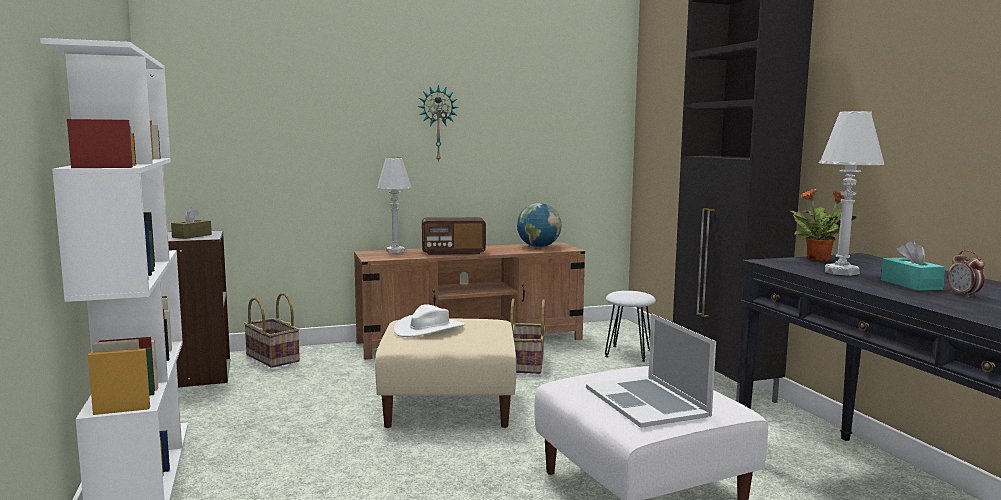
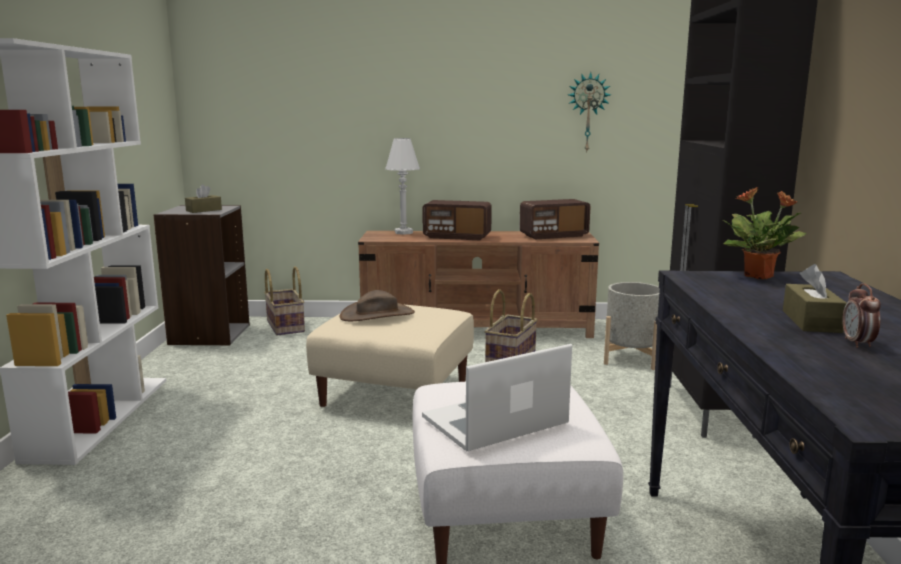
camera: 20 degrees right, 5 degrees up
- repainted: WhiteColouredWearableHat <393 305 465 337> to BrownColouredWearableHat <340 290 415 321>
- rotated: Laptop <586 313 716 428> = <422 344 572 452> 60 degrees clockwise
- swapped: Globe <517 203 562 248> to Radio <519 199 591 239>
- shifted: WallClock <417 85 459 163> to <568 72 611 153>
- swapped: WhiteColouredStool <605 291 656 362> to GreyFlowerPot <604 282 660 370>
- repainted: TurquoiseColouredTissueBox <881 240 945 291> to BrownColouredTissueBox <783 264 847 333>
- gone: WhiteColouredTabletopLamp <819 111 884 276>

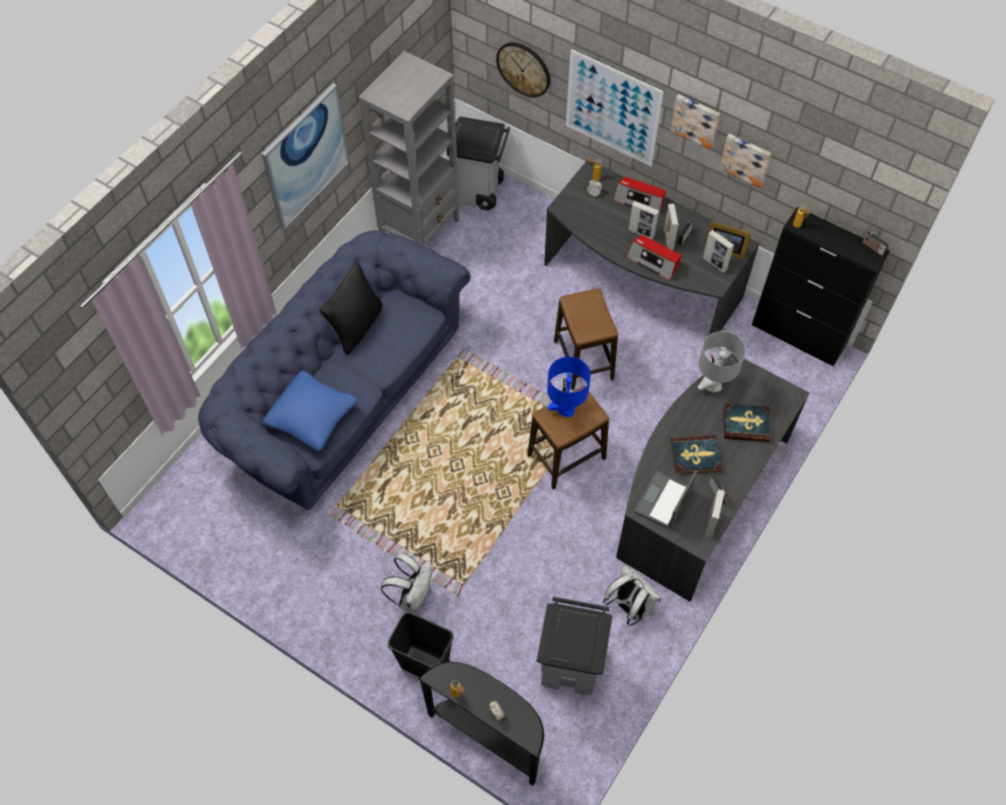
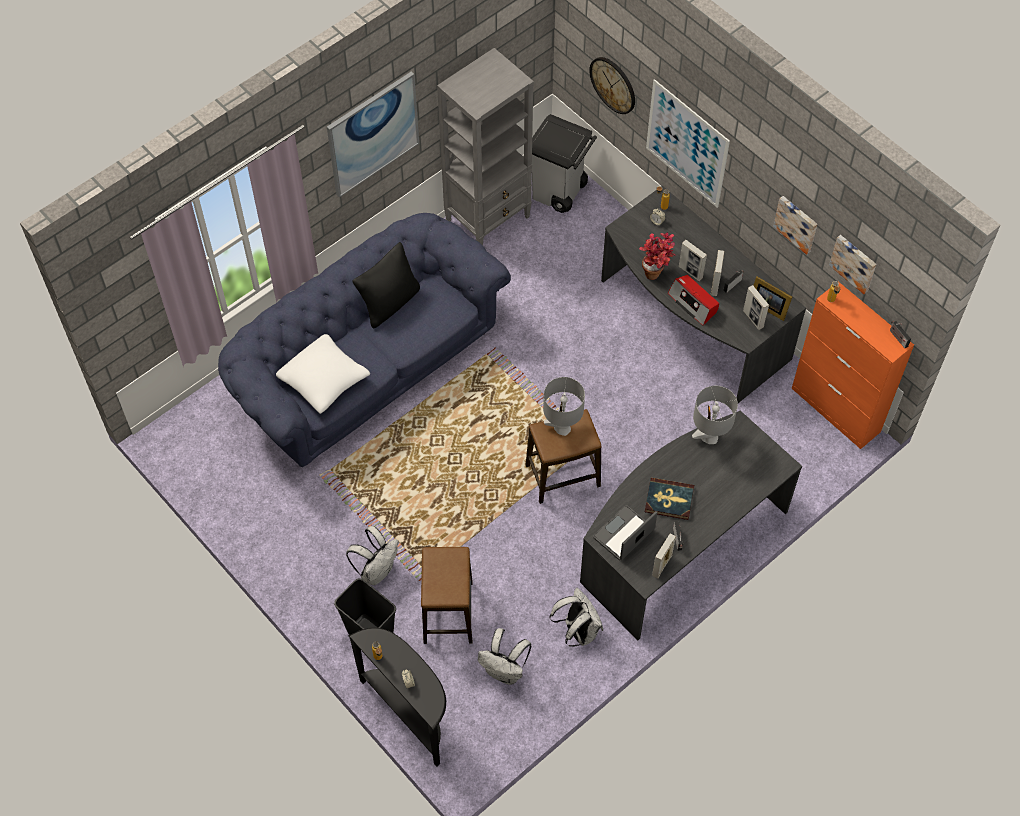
camera: 15 degrees right, 0 degrees up
- repainted: BluishPillow <262 371 358 452> to WhiteColouredPillow <276 334 370 414>
- shifted: Stool <554 288 618 390> to <421 547 473 644>
- swapped: GreyRubbishBin <537 597 612 695> to WhiteColouredRucksack <478 628 532 685>
- repainted: BluishTabletopLamp <547 357 591 417> to GreyTabletopLamp <543 377 585 436>
- new: Houseplant <639 232 676 280>
- repainted: BlackColouredCabinet <752 207 890 366> to OrangeCabinet <792 282 914 449>
- shifted: WallArt <670 94 720 149> to <829 235 876 294>
- gone: Radio <613 177 666 216>
- gone: Volume <724 404 770 442>

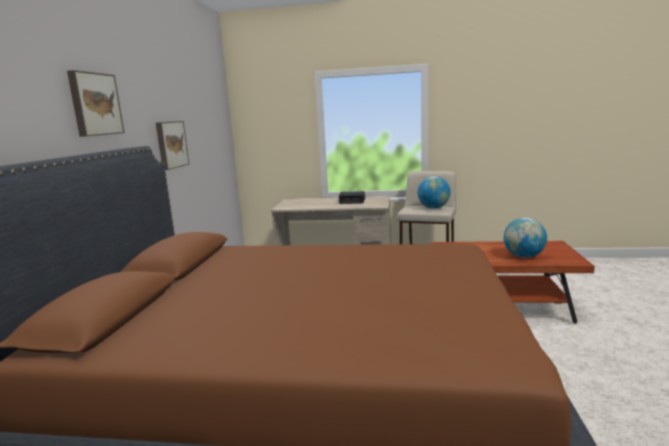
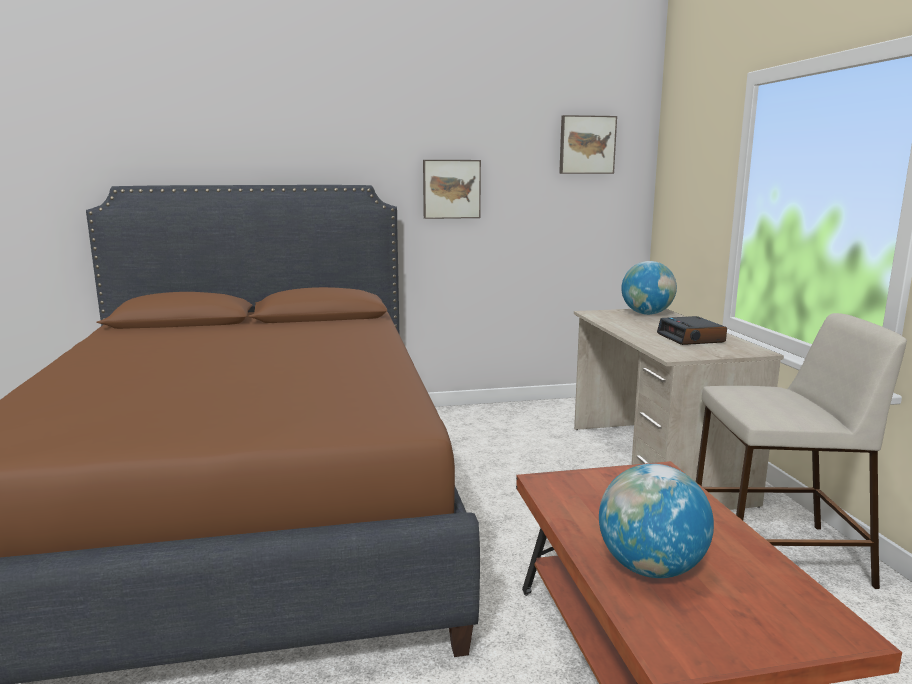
camera: 70 degrees right, 0 degrees up
- shifted: WallArt <67 70 124 137> to <559 115 617 174>
- shifted: Globe <418 176 451 209> to <621 261 677 315>

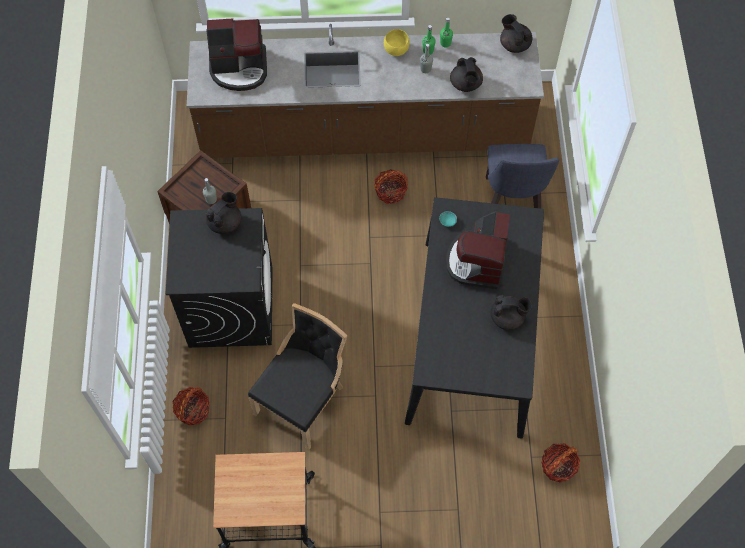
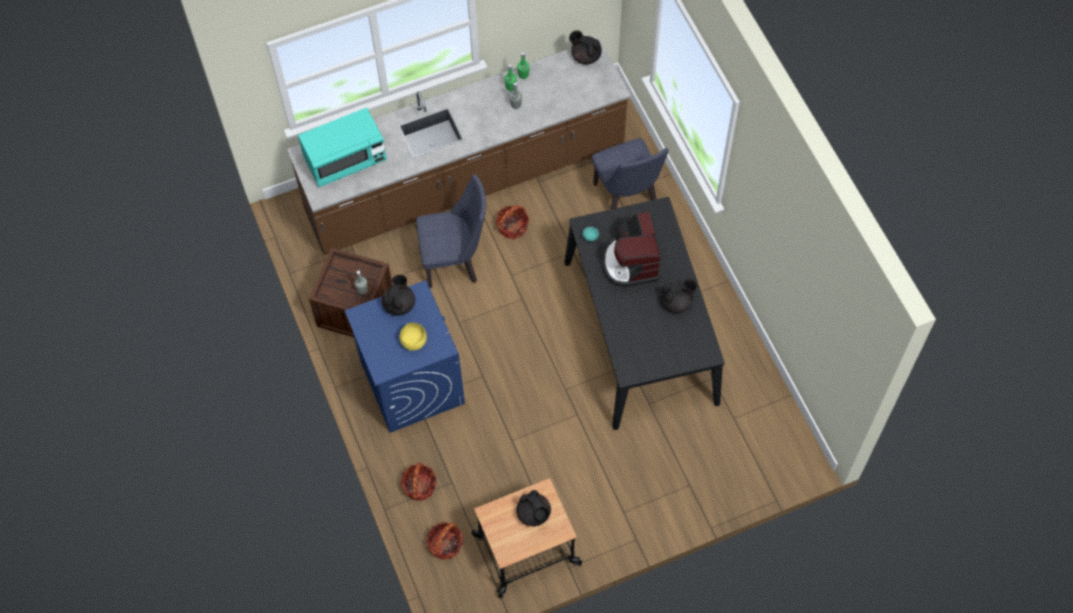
camera: 20 degrees left, 0 degrees up
- swapped: CoffeeMachine <206 18 267 91> to TurquoiseColouredKitchenMicrowave <298 108 387 187>
- repainted: BlackColouredLaundryMachine <166 208 272 348> to BluishLaundryMachine <344 280 465 433>
- shifted: YellowishDeepDish <384 29 410 56> to <399 323 427 351>
- new: BluishPlainChair <416 174 486 288>
- shifted: HouseholdBasket <542 443 580 483> to <427 522 463 560>
- shifted: BlackColouredTeaPot <450 57 483 92> to <516 490 551 526>
- gone: BlackColouredPlainChair <248 303 347 450>

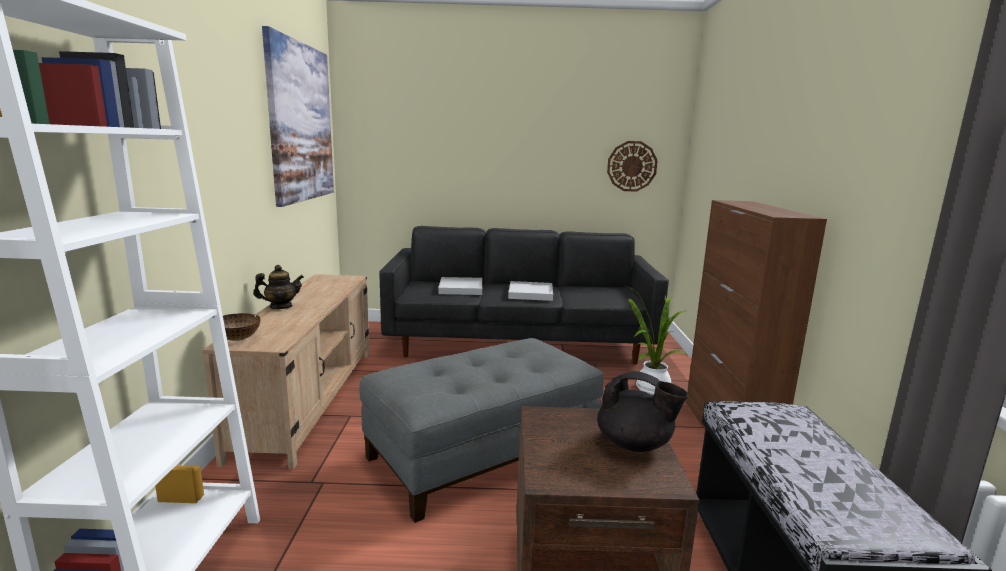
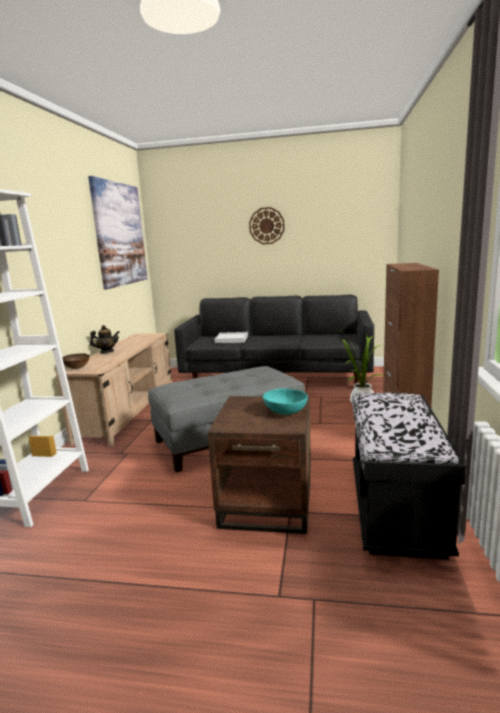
camera: 10 degrees right, 0 degrees up
- shifted: WallClock <607 141 658 192> to <249 207 285 244>
- swapped: BlackColouredTeaPot <597 371 688 452> to TurquoiseColouredDeepDish <263 388 308 415>
- gone: WhiteColouredTray <508 281 553 301>

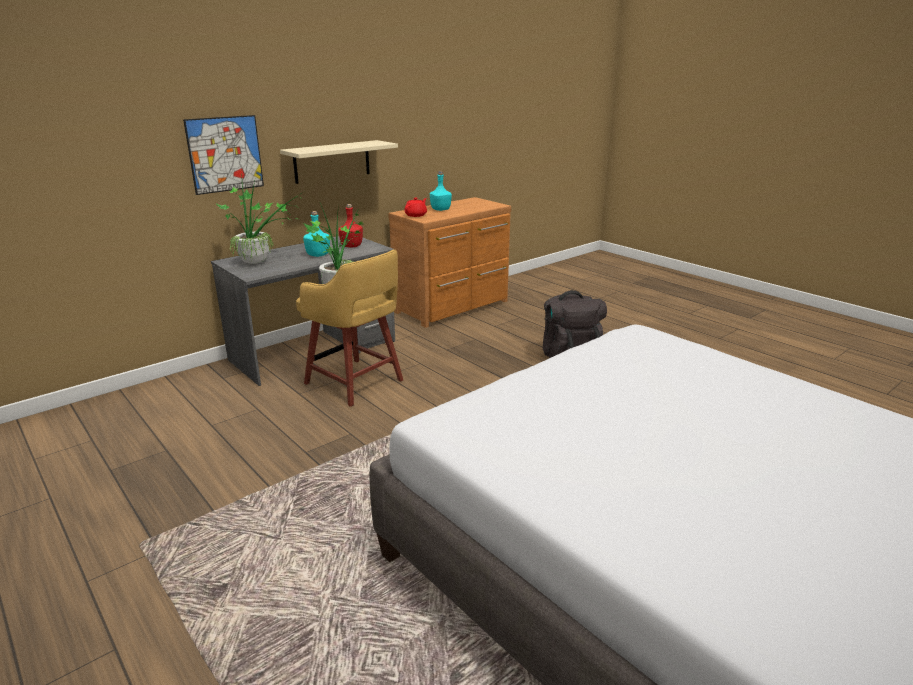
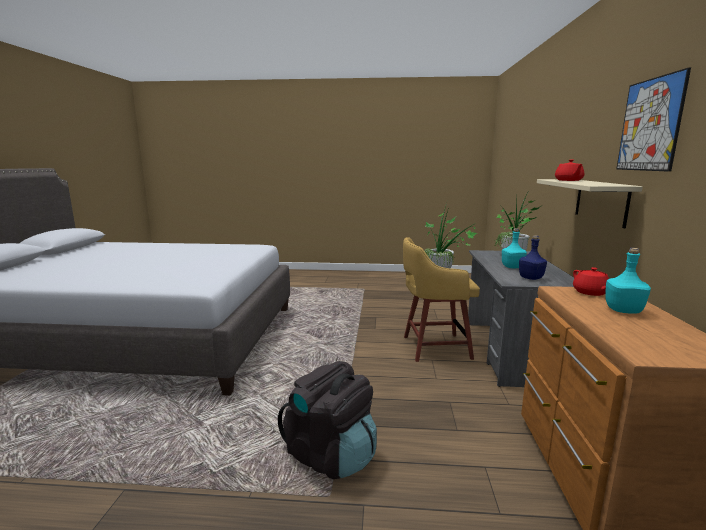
camera: 135 degrees right, 10 degrees down
- repainted: ReddishBottle <338 204 363 247> to BluishBottle <519 235 547 280>
- new: ReddishTeaPot <555 159 584 181>
- shifted: WallArt <183 115 264 195> to <617 67 691 172>

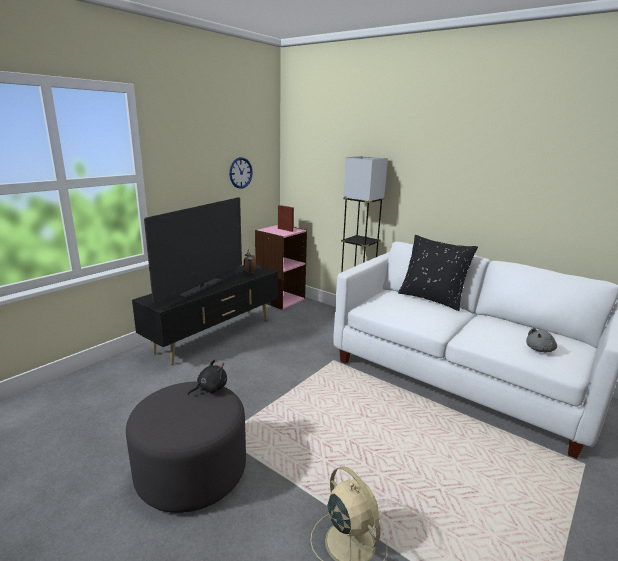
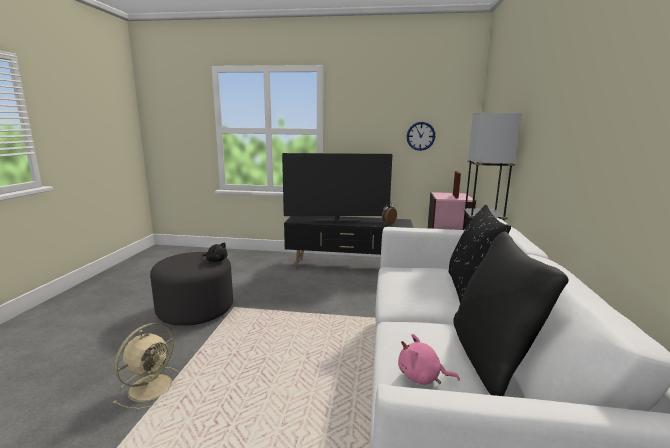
camera: 60 degrees right, 5 degrees down
- repainted: GreyPlushToy <526 328 557 352> to PinkPlushToy <398 334 460 385>
- new: BlackColouredPillow <453 231 569 396>

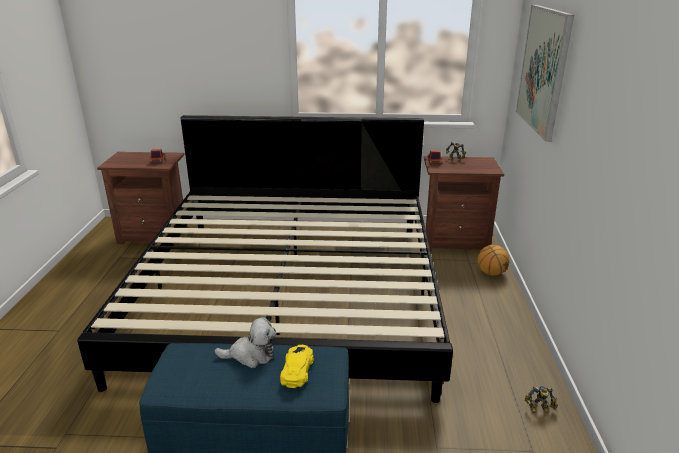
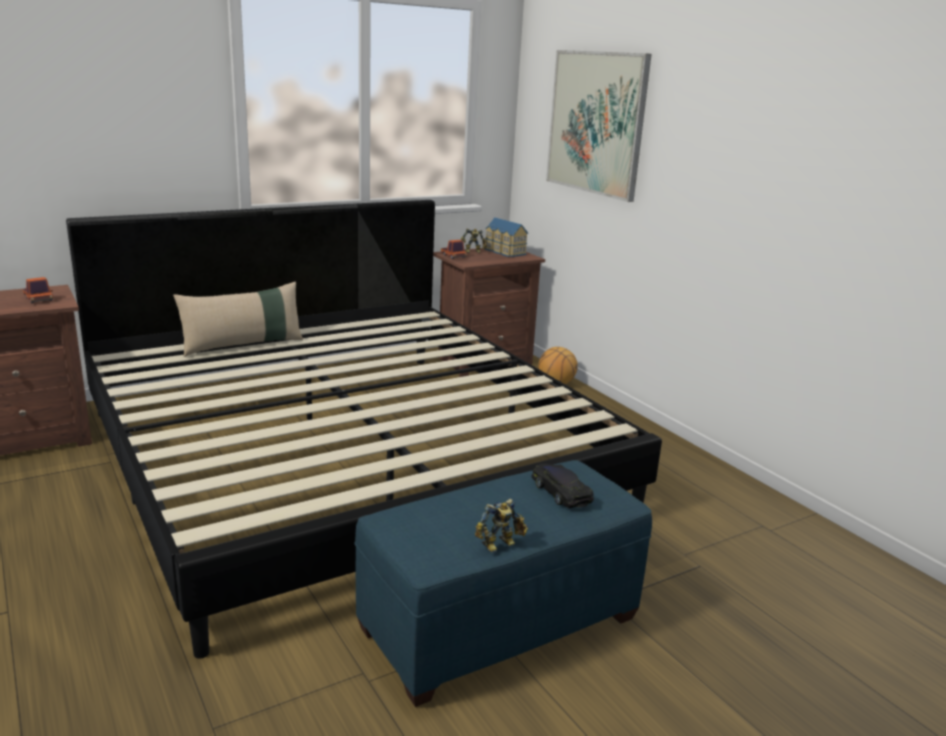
camera: 35 degrees left, 5 degrees down
- new: SandColouredPillow <173 282 303 357>
- shifted: RobotFigure <525 386 558 413> to <475 499 528 553>
- new: ModelHouse <485 217 528 257>
- repainted: YellowishToyCar <280 345 314 388> to BlackColouredToyCar <531 464 594 508>
- gone: PlushToy <215 317 276 368>

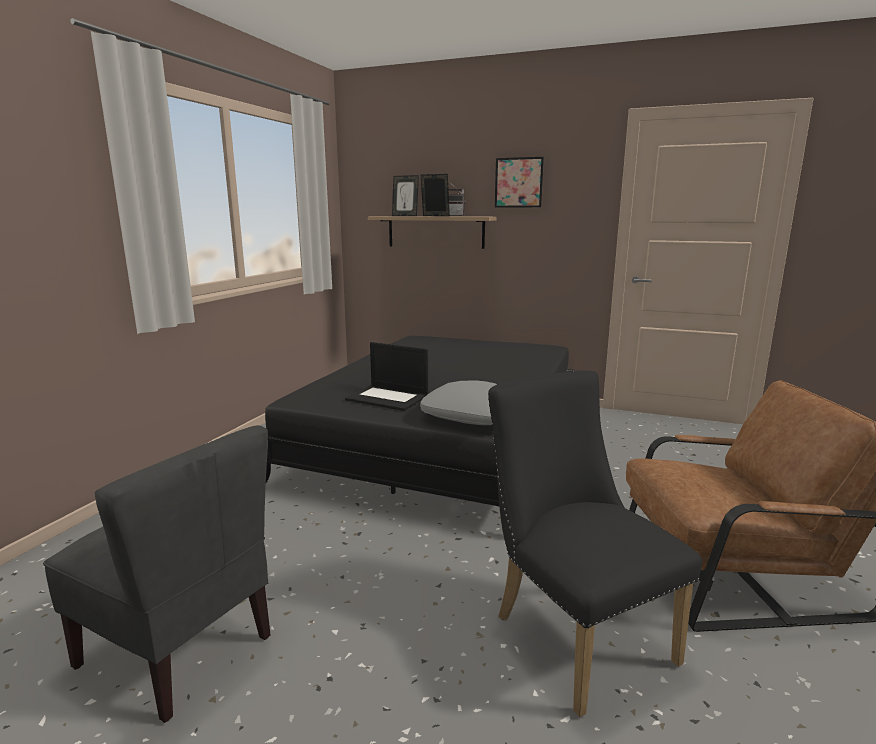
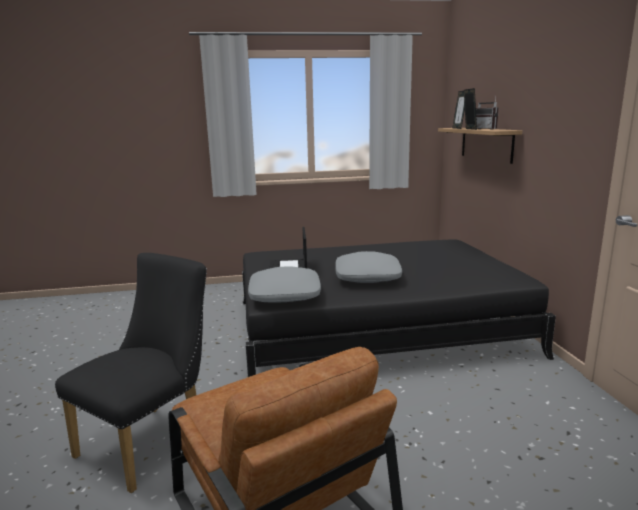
camera: 60 degrees right, 0 degrees up
- new: GreyPillow <335 251 402 283>
- gone: GreyPlainChair <43 425 271 723>
- gone: WallArt <495 157 544 207>

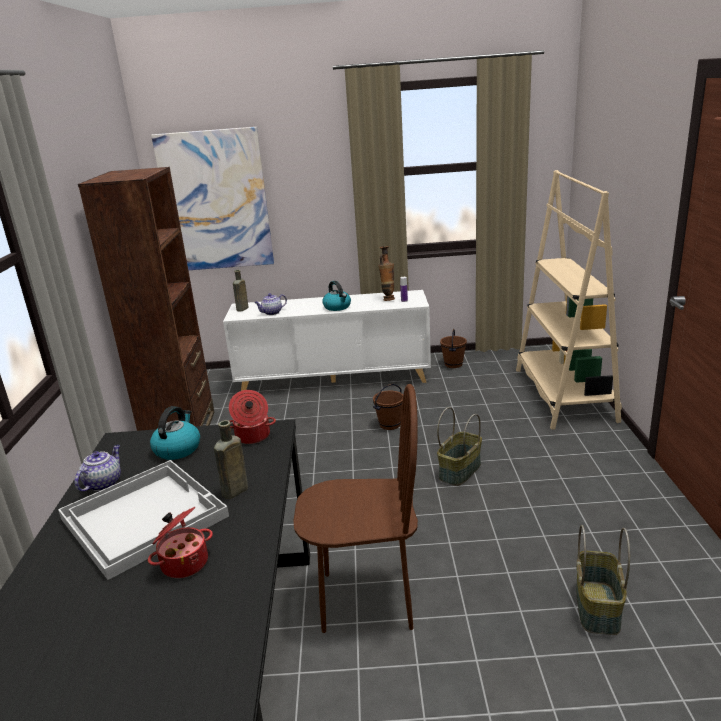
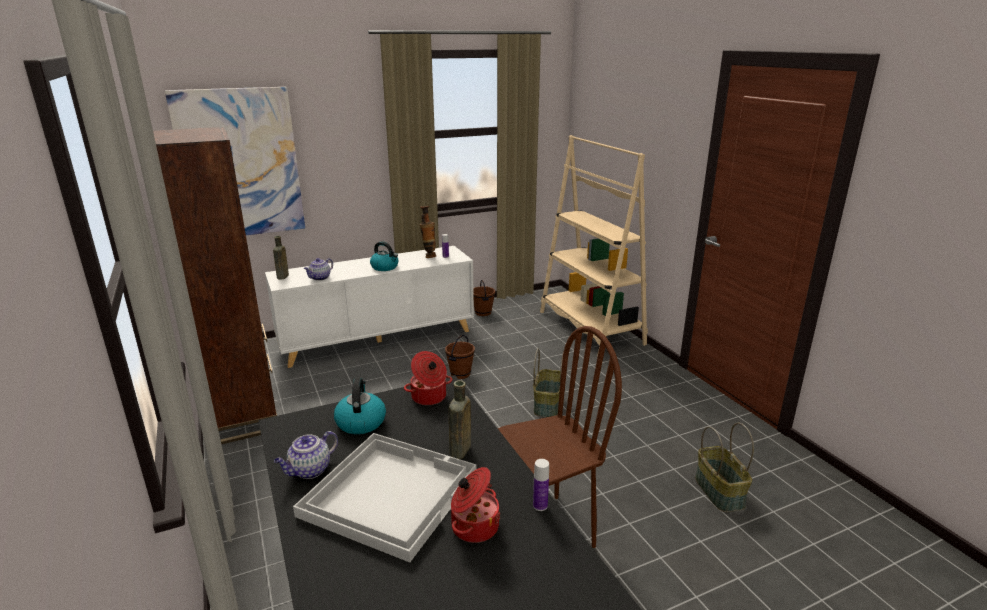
camera: 25 degrees left, 0 degrees up
- rotated: TeaPot <75 445 121 491> = <274 431 338 479> 135 degrees counterclockwise
- new: Bottle <533 459 549 511>

